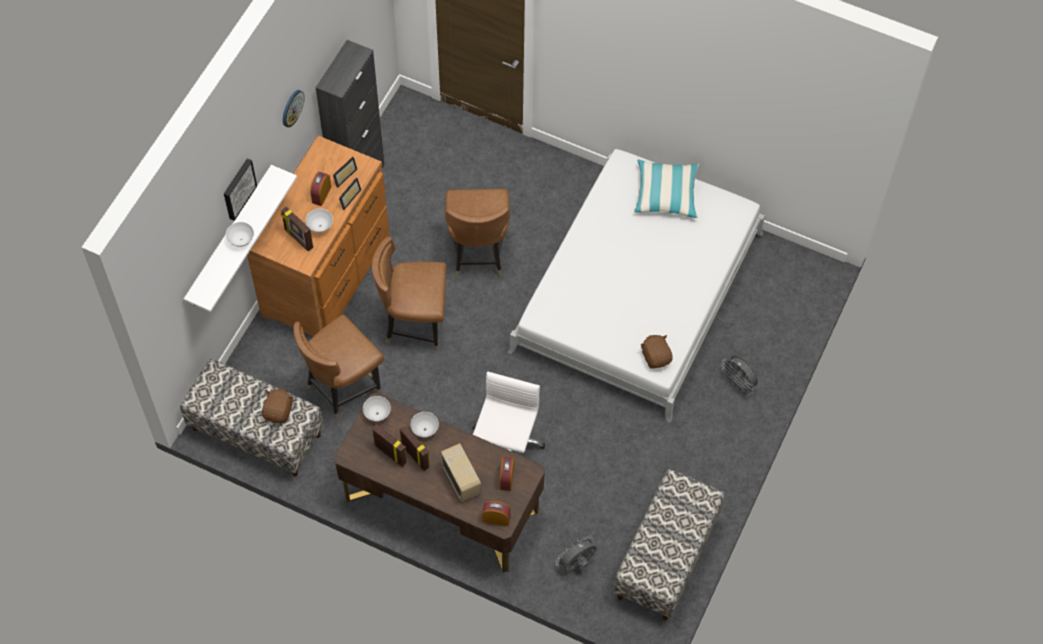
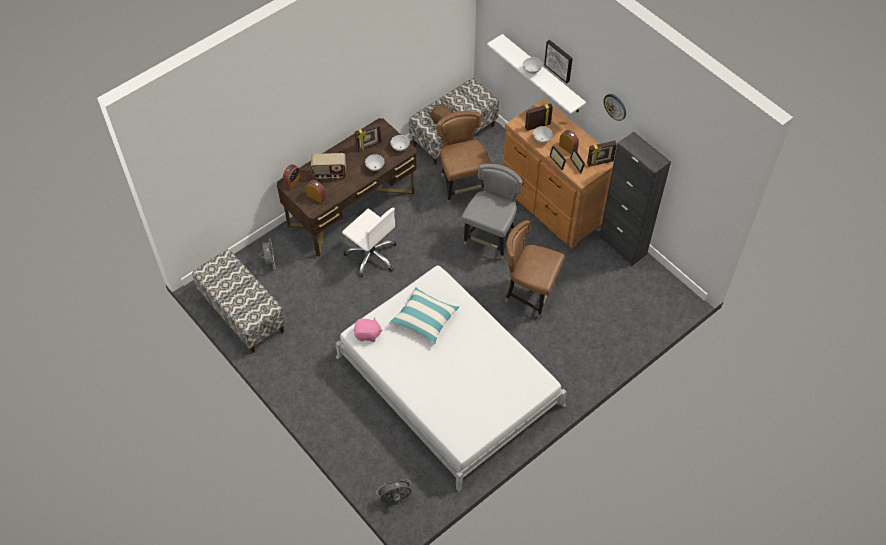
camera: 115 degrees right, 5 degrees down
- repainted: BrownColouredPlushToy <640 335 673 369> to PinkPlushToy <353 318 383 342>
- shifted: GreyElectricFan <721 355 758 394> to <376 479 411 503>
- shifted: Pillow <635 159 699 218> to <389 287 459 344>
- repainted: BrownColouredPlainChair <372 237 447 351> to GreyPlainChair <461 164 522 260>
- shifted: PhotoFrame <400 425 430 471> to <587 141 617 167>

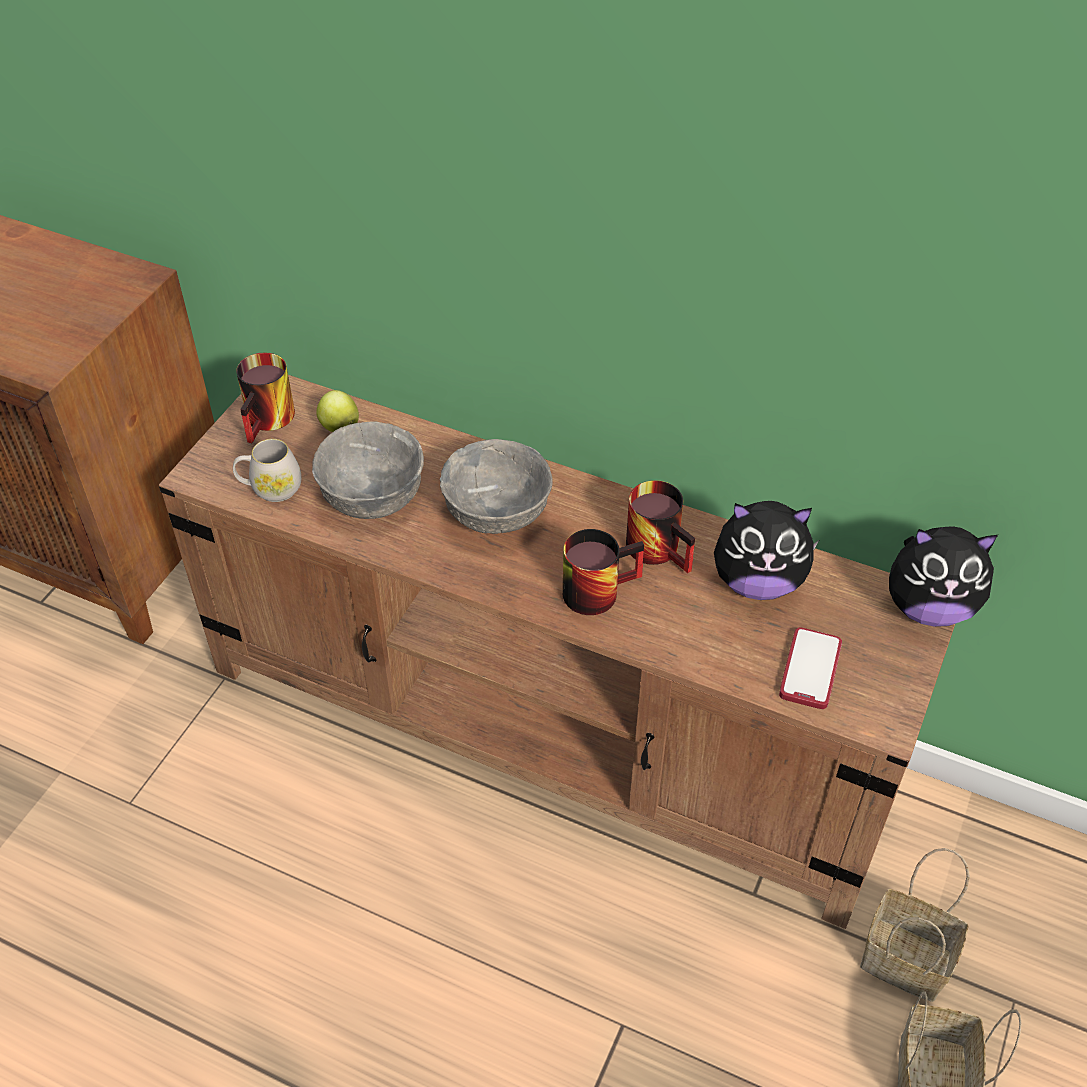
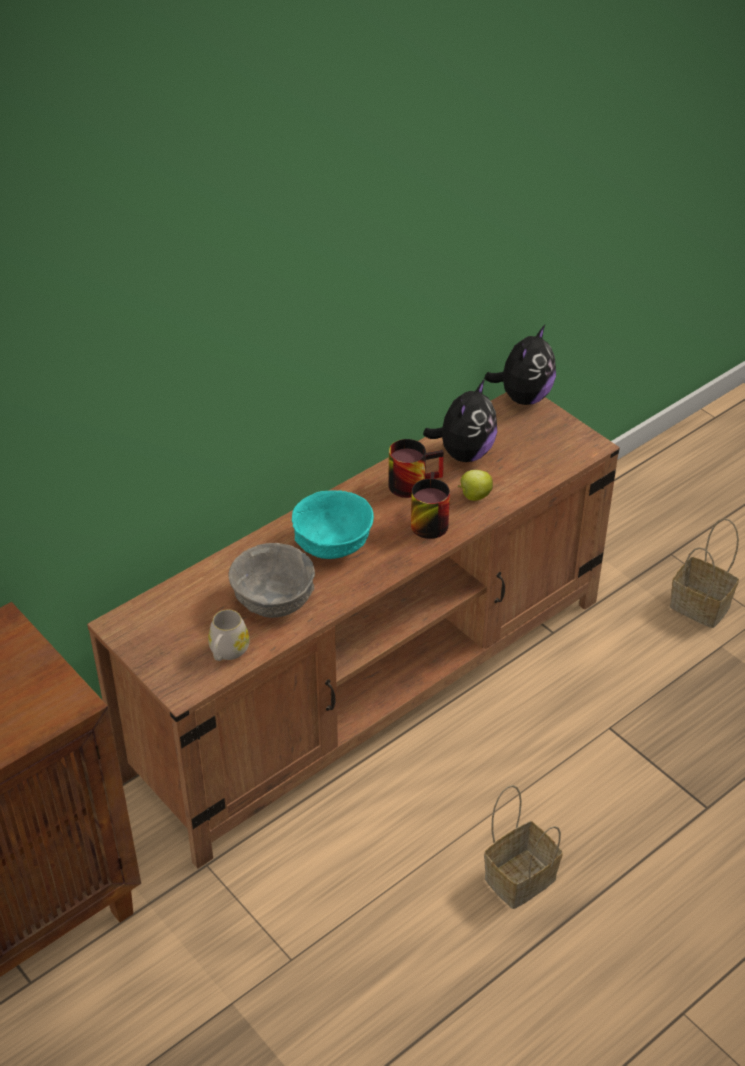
camera: 65 degrees left, 5 degrees down
- repainted: GreyDeepDish <440 439 552 534> to TurquoiseColouredDeepDish <292 490 374 559>
- shifted: Apple <316 390 359 432> to <458 470 493 501>
- shifted: HouseholdBasket <860 848 970 1002> to <484 785 563 909>
- gone: Mug <236 353 295 443>
- gone: Phone <779 628 842 709>

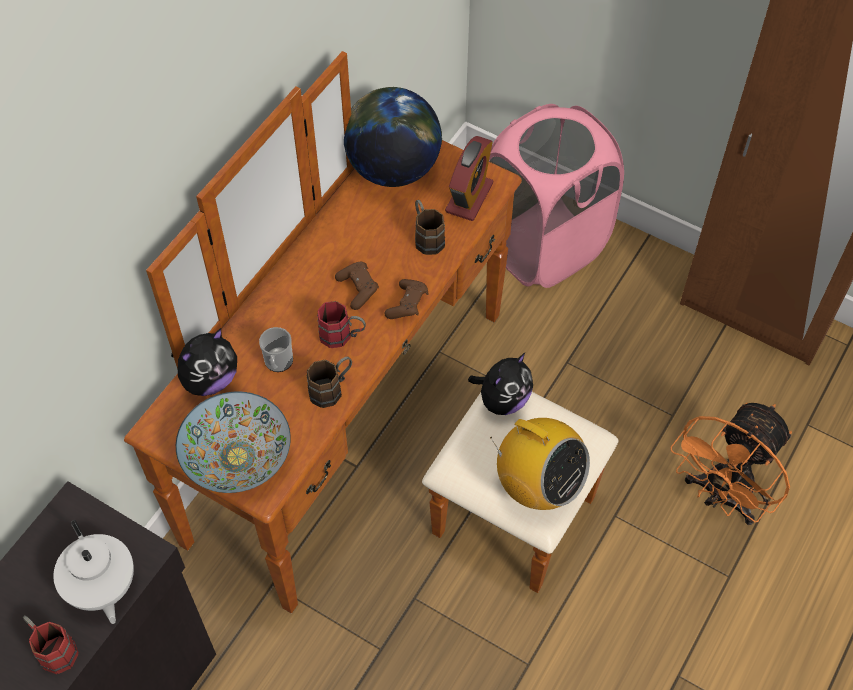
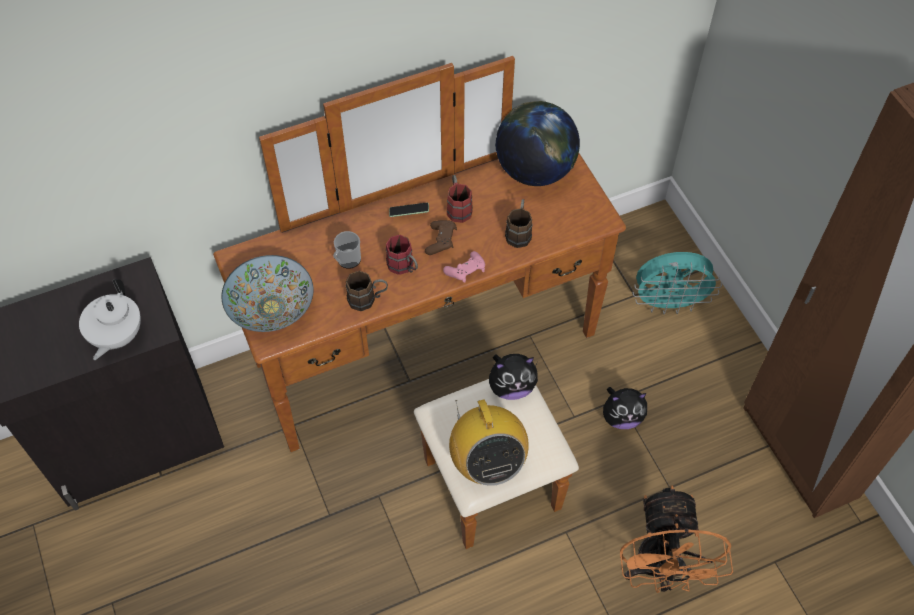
camera: 35 degrees right, 0 degrees up
- new: Phone <389 203 429 217>
- repainted: BrownColouredJoypad <384 279 428 319> to PinkJoypad <443 251 485 283>
- shifted: ReddishMug <22 615 79 674> to <447 175 473 223>
- shifted: PlushToy <171 328 237 396> to <603 387 647 429>
- rotated: OrangeElectricFan <670 403 792 525> = <620 486 733 593> 75 degrees counterclockwise
- swapped: PinkLaundryBasket <489 104 624 288> to TurquoiseColouredElectricFan <633 252 722 315>
- gone: TableClock <445 136 493 221>

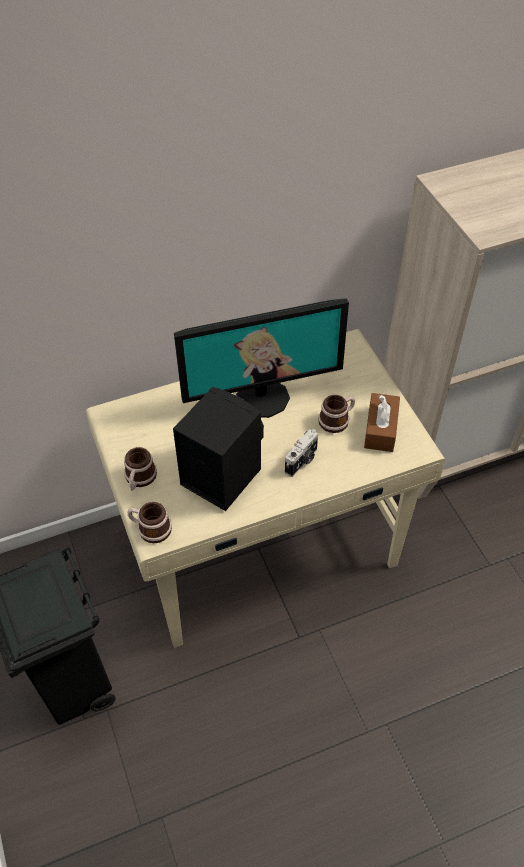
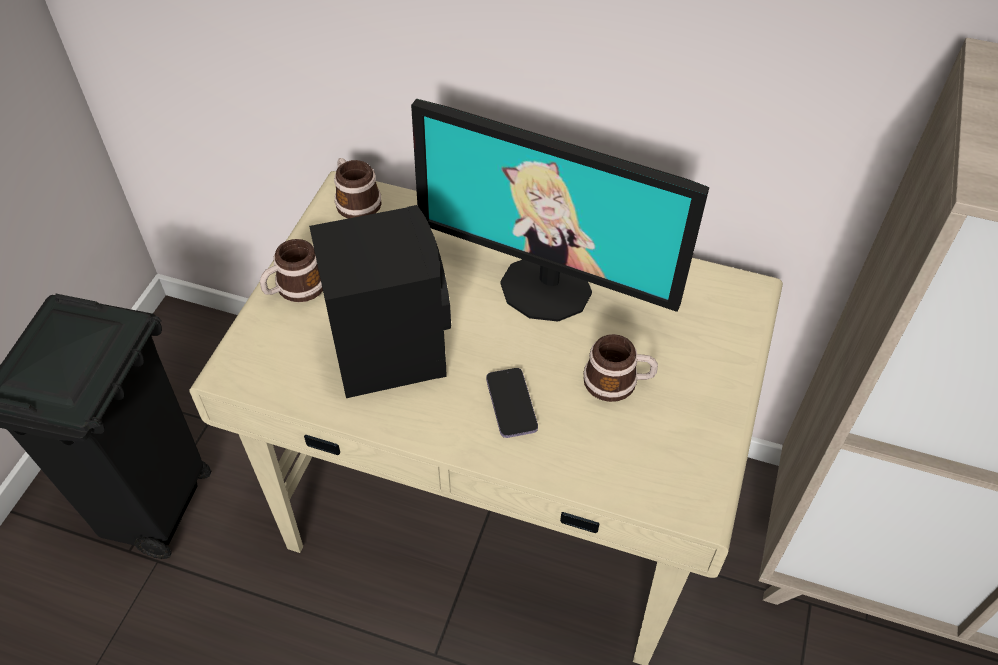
camera: 40 degrees right, 0 degrees up
- shifted: Mug <127 502 172 543> to <334 158 381 218>
- swapped: StillCamera <285 429 318 477> to Phone <486 368 538 438>
- gone: BrownColouredTissueBox <364 393 400 452>

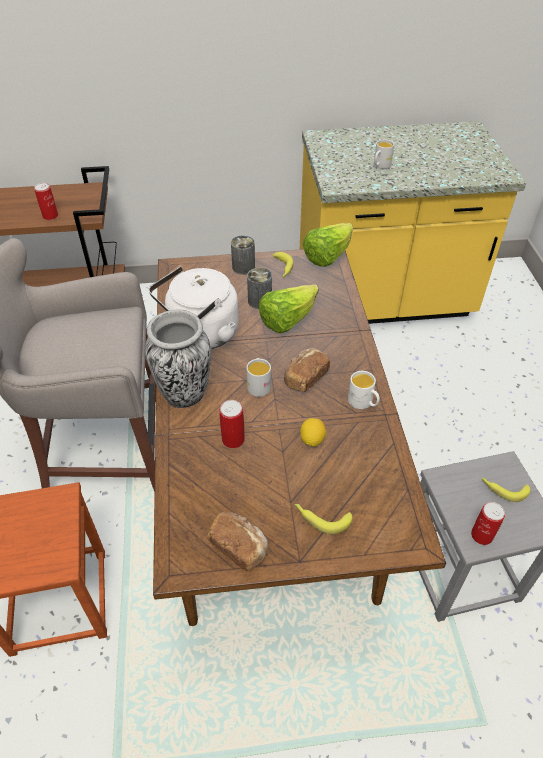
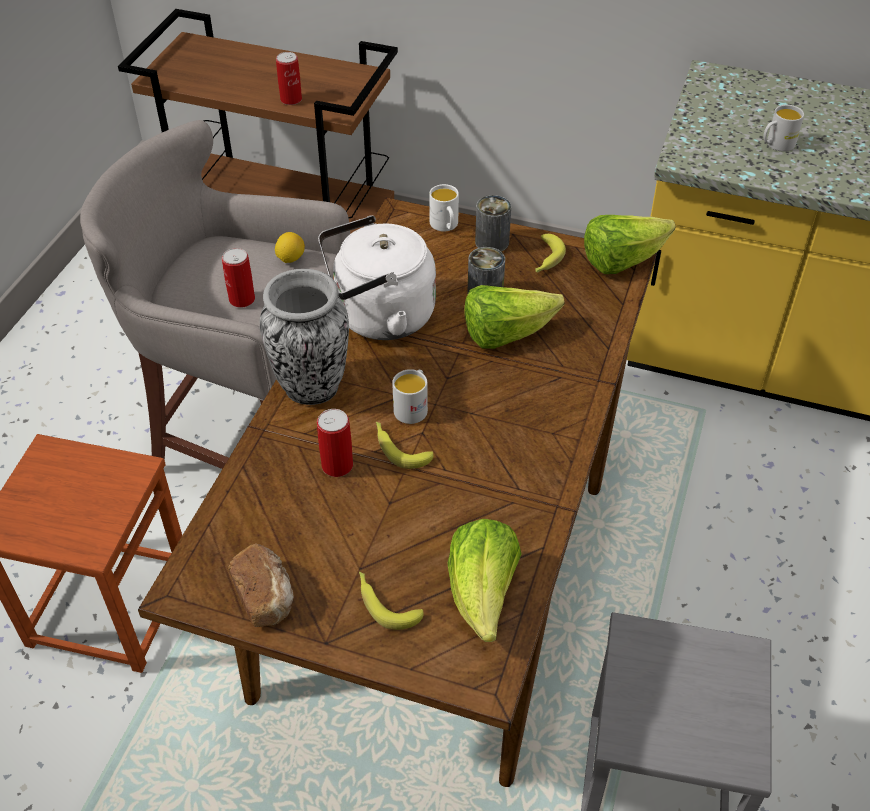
camera: 25 degrees right, 0 degrees up
- shifted: Can <471 502 505 545> to <222 248 255 308>
- shifted: Lemon <300 418 326 447> to <275 232 305 263>
- shifted: BananaFruit <481 478 531 502> to <376 422 433 469>
- shifted: WhiteColouredMug <348 371 380 409> to <429 184 459 231>
- new: HeadOfLettuce <447 519 521 642>
- gone: Bread <284 348 330 392>

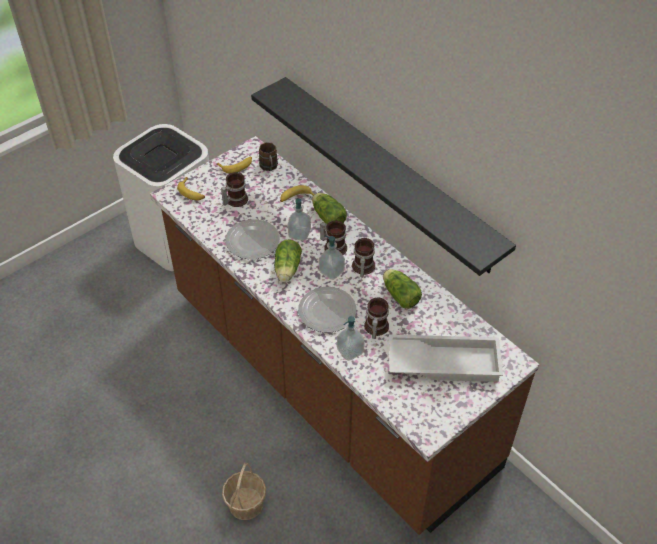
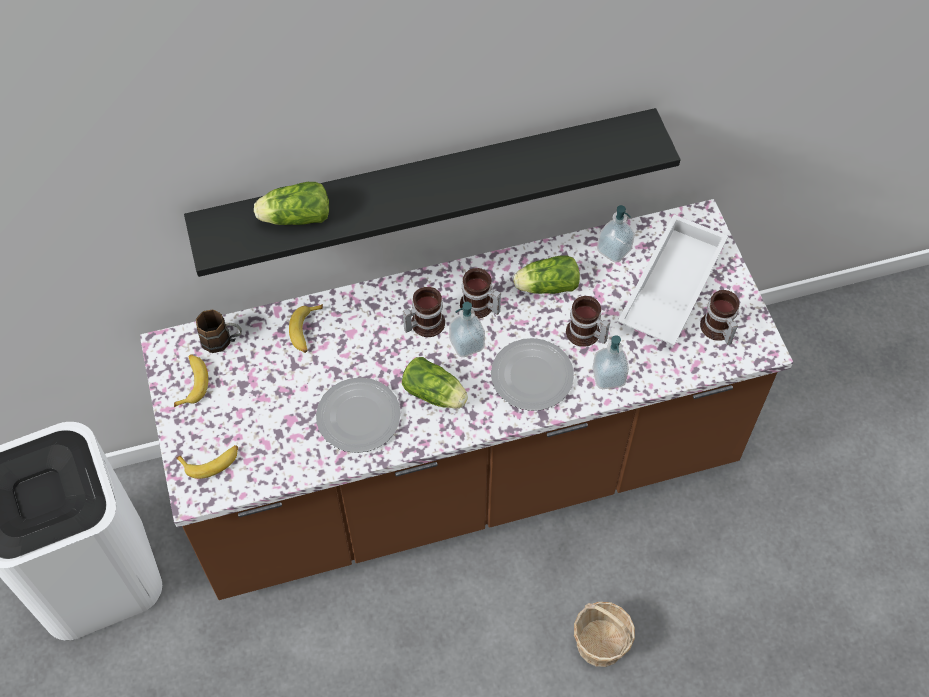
camera: 65 degrees left, 10 degrees up
- shifted: HeadOfLettuce <312 193 347 224> to <254 182 329 225>
- shifted: LiquidSoapBottle <288 198 311 241> to <597 205 635 263>
- shifted: Mug <221 172 248 207> to <700 290 740 345>

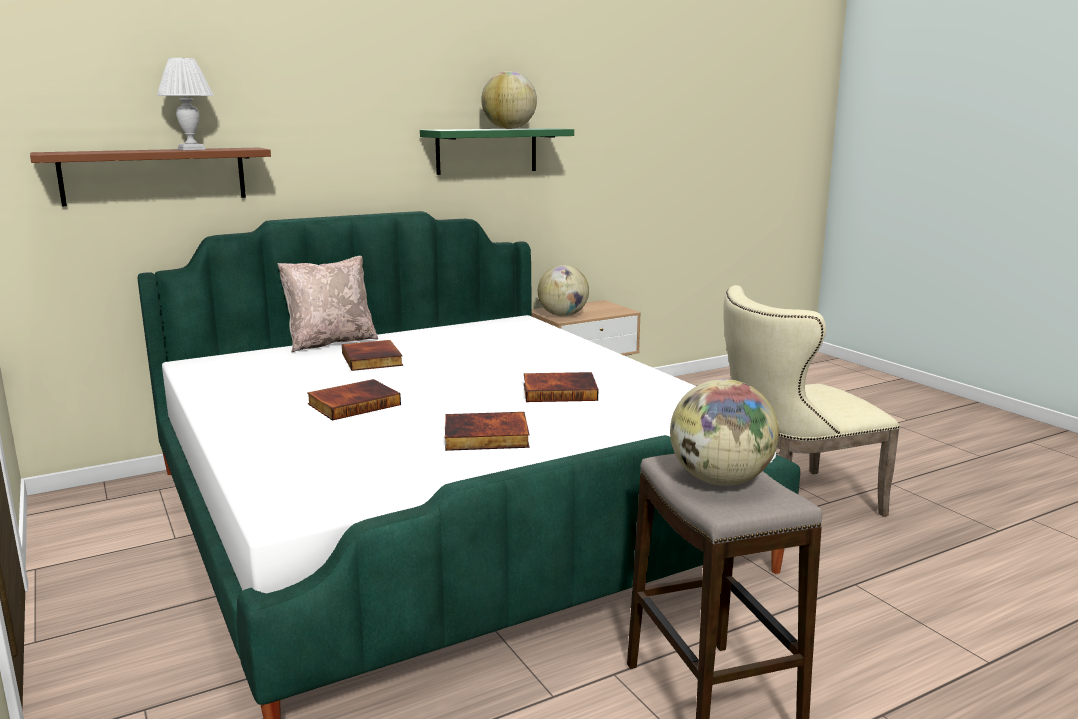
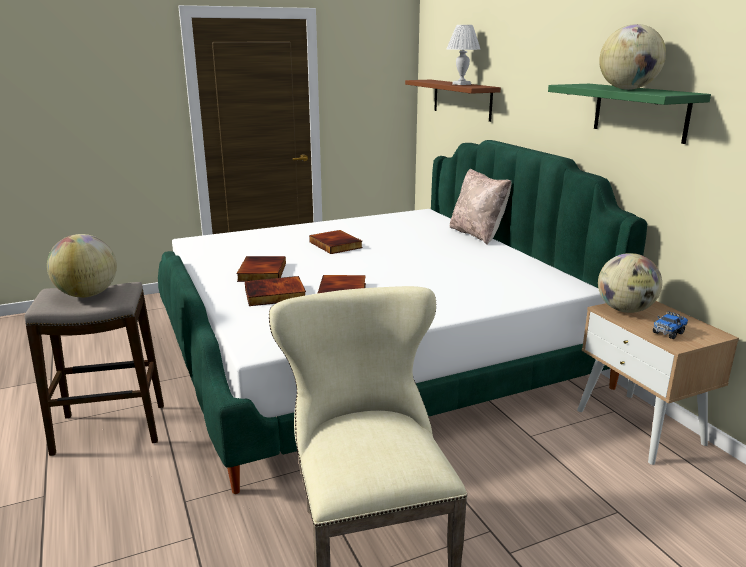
camera: 95 degrees right, 5 degrees up
- shifted: Volume <342 340 403 371> to <245 276 306 306>
- new: ToyTruck <653 311 688 339>

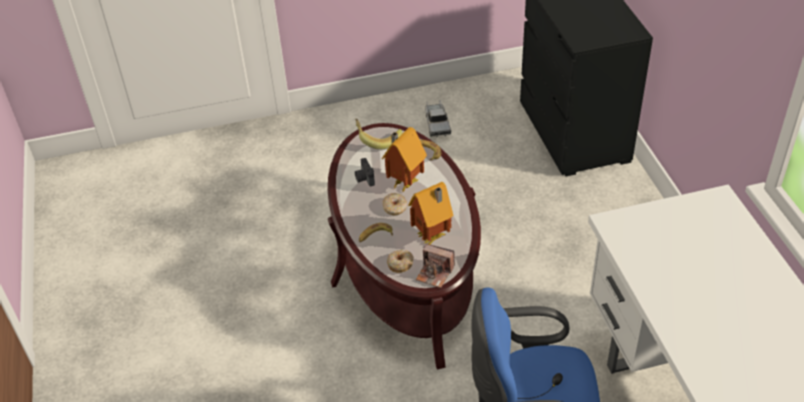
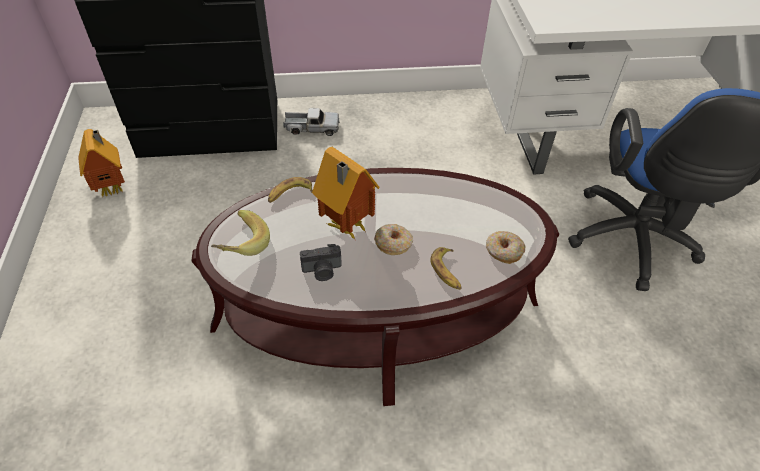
camera: 85 degrees left, 5 degrees up
- shifted: ModelHouse <408 182 454 245> to <78 129 125 197>
- shifted: ToyTruck <425 100 451 137> to <283 108 340 136>
- gone: StillCamera <416 244 455 288>

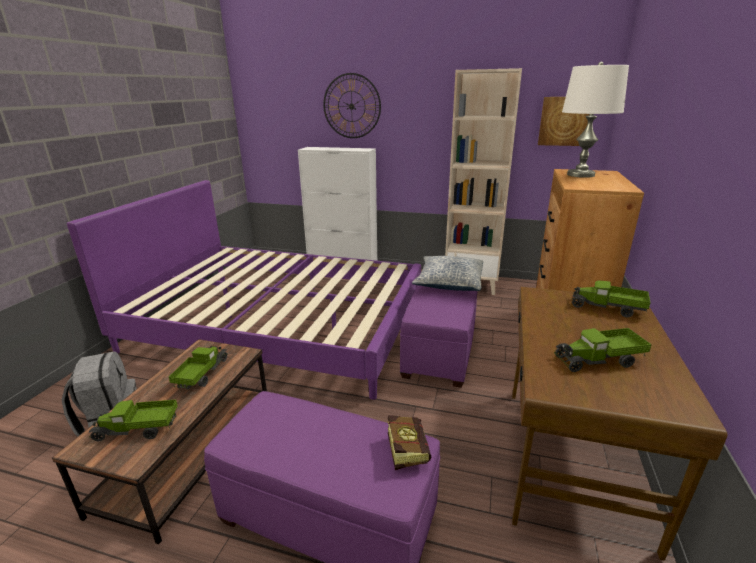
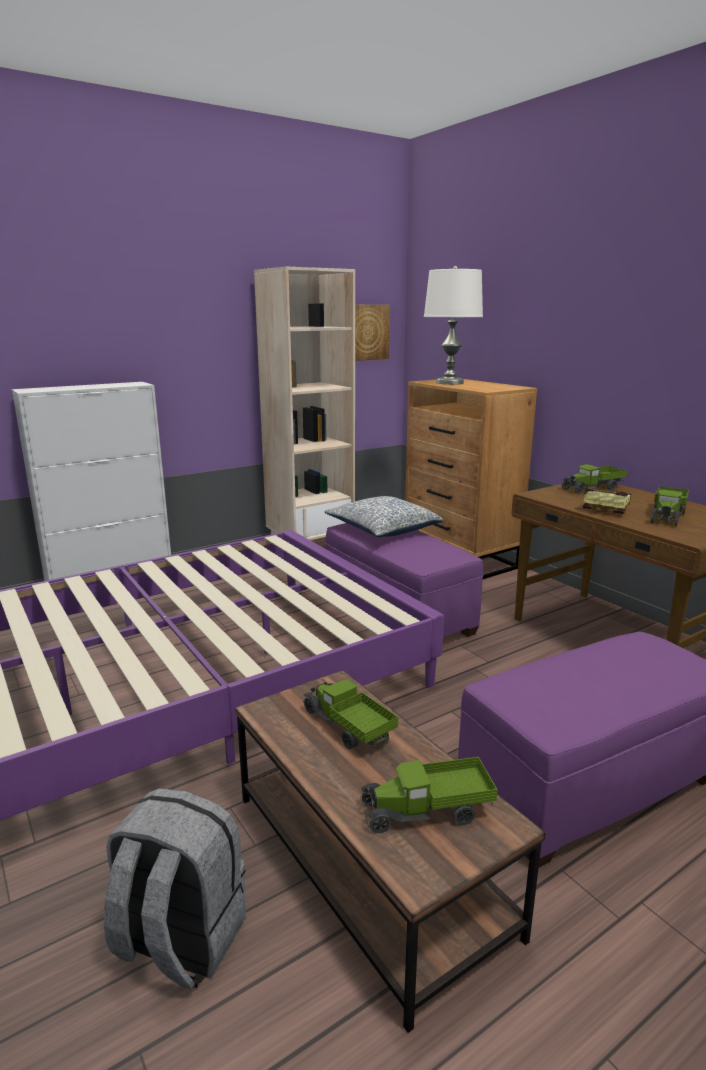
camera: 50 degrees left, 5 degrees down
- rotated: ToyTruck <89 400 178 441> = <361 757 498 834> 45 degrees clockwise
- shifted: Volume <388 415 431 470> to <573 487 631 514>
- gone: WallClock <323 73 381 138>

